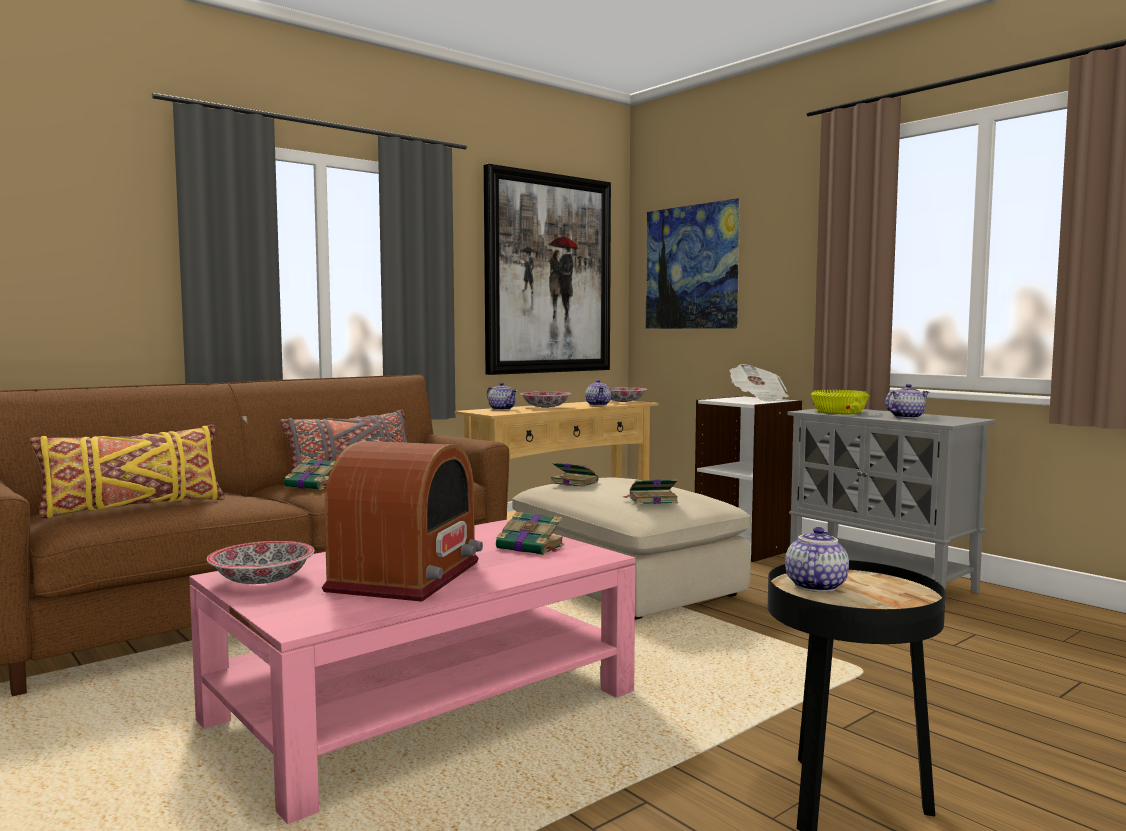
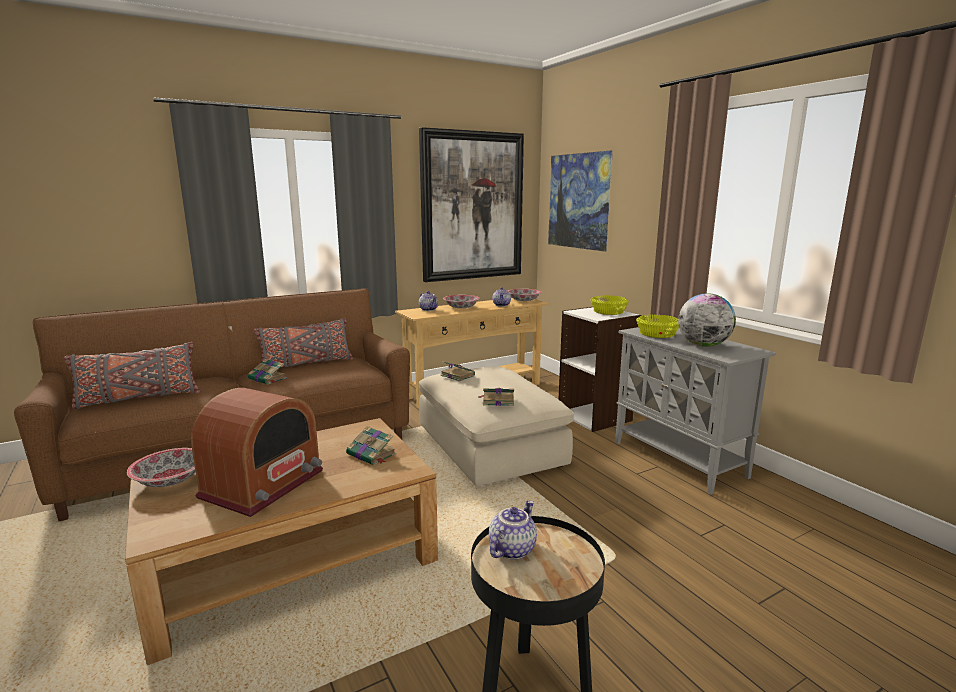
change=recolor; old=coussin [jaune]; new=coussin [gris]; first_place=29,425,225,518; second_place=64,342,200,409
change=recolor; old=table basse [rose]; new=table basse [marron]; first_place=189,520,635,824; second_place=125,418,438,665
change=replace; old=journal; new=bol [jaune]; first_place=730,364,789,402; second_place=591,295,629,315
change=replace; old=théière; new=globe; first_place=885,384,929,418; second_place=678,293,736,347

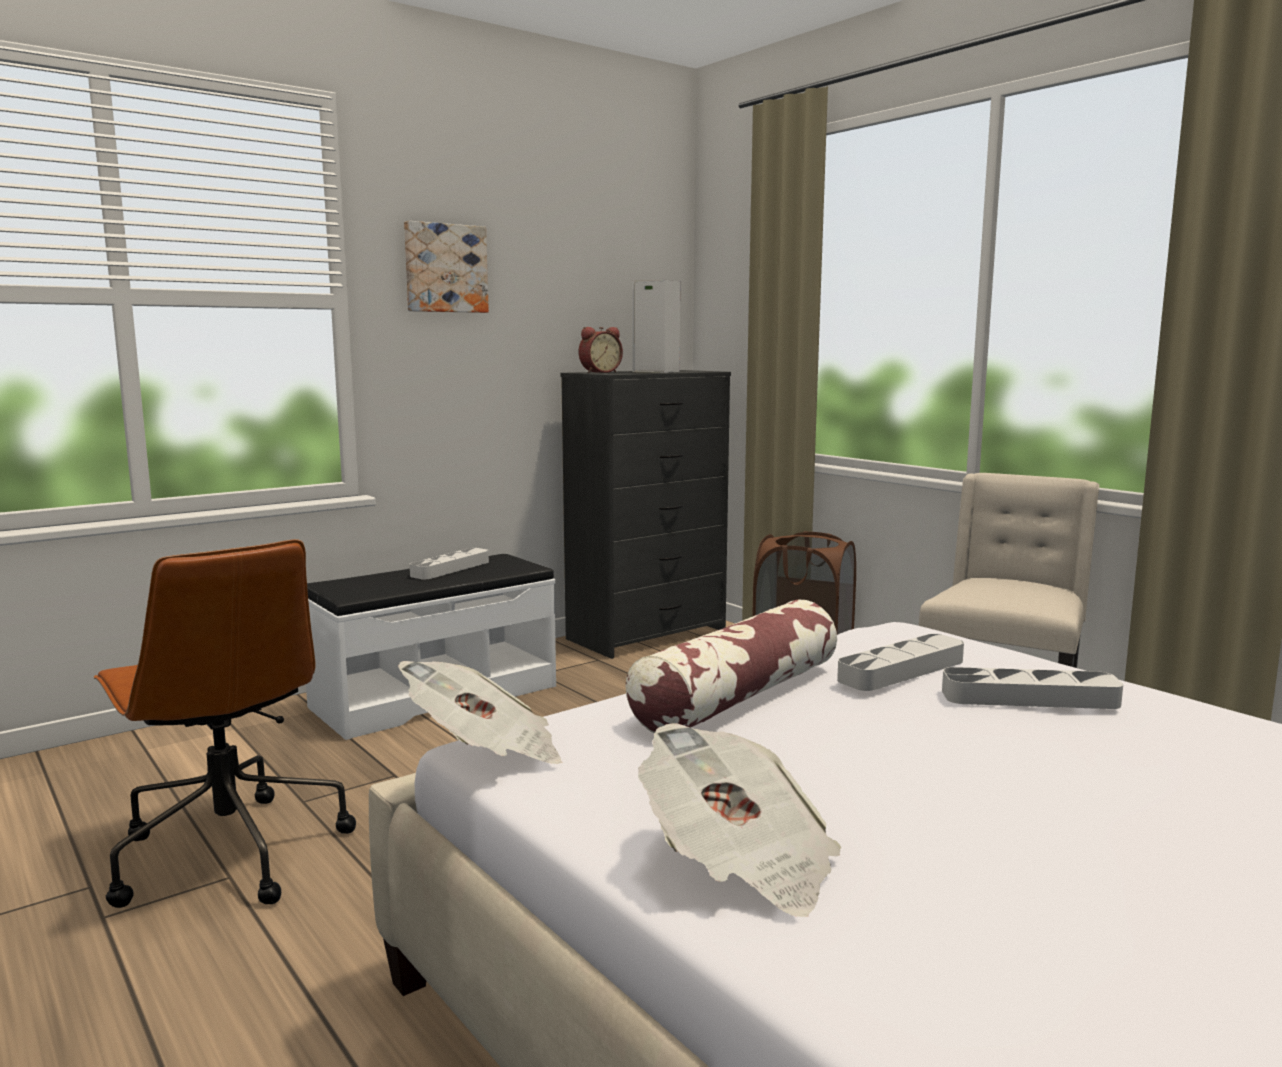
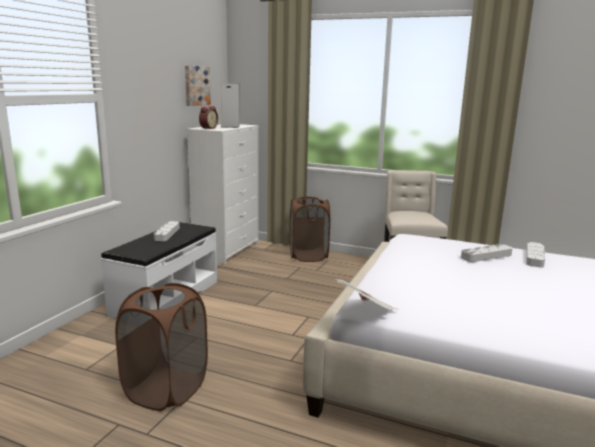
change=replace; old=chaise de bureau [marron]; new=panier à linge [marron]; first_place=94,539,356,908; second_place=115,283,208,411
change=move; old=tableau; first_place=404,221,489,313; second_place=185,65,211,106
change=recolor; old=commode [noir]; new=commode [blanc]; first_place=560,370,731,659; second_place=187,124,259,265
change=delete; old=coussin; first_place=625,599,837,733
change=delete; old=journal; first_place=638,723,841,917
change=move; old=plateau [gris]; first_place=837,634,964,691; second_place=526,242,545,268

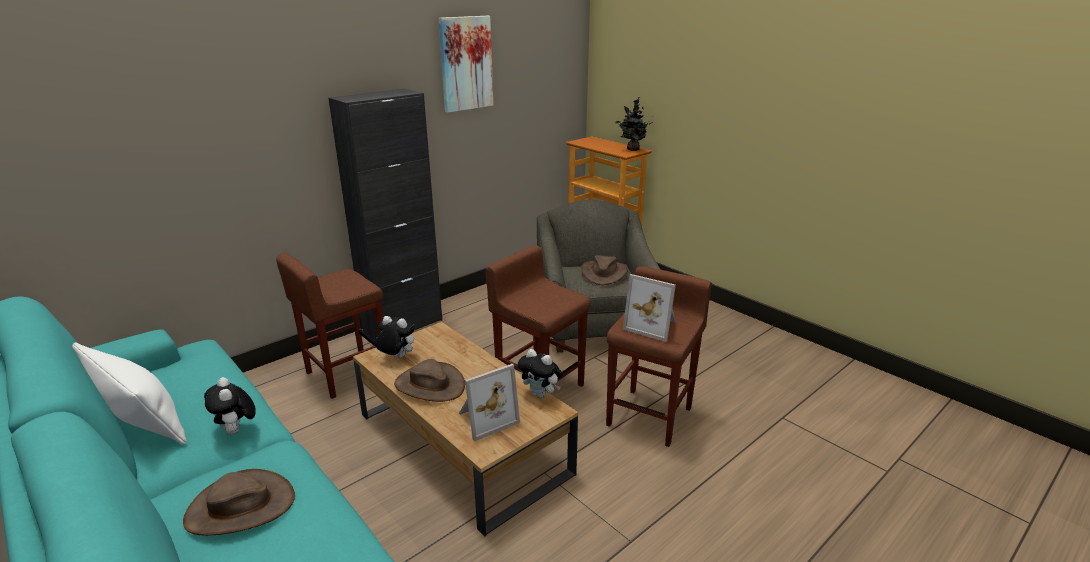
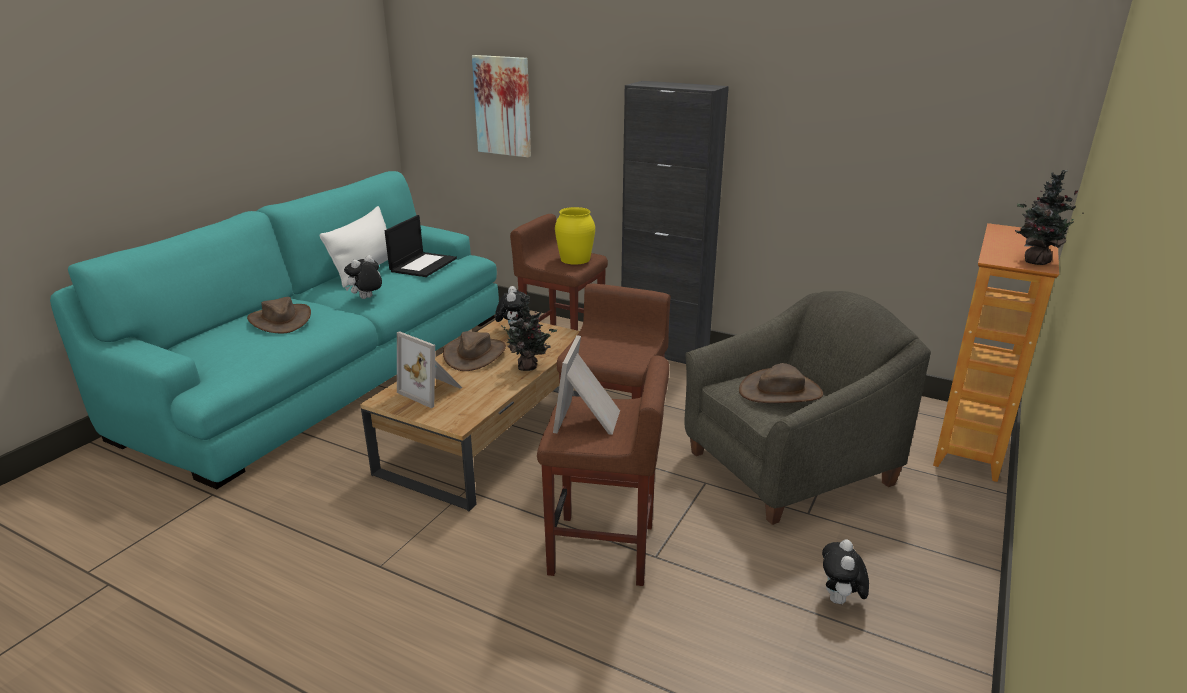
change=move; old=tableau; first_place=439,16,493,113; second_place=472,55,531,157
change=move; old=peluche; first_place=517,349,563,398; second_place=822,539,869,604
change=insert; new=ordinateur portable; second_place=385,215,457,277
change=insert; new=plante en pot; second_place=498,294,557,371
change=insert; new=vase [jaune]; second_place=555,207,595,265

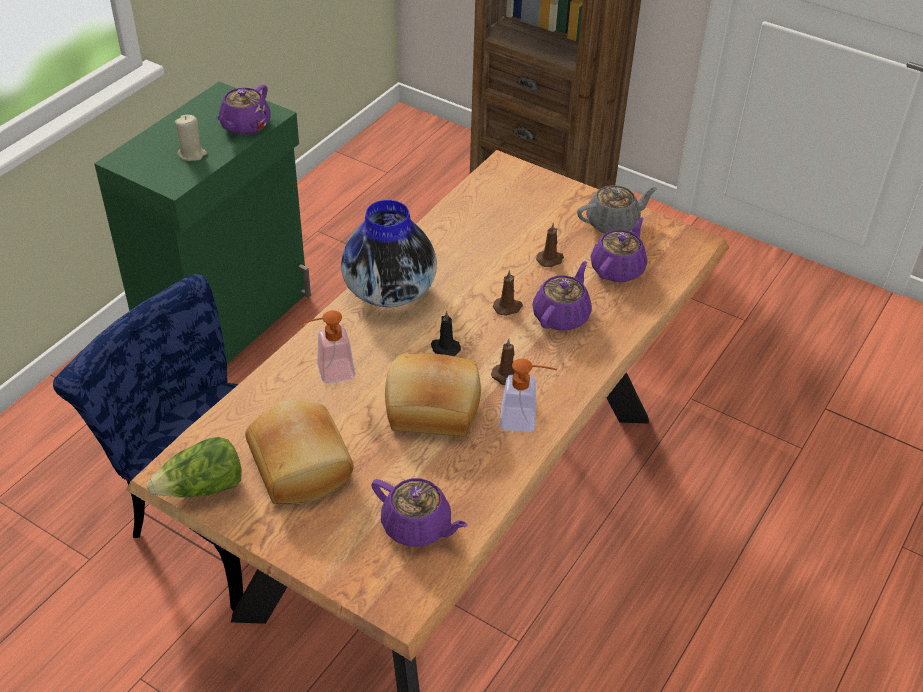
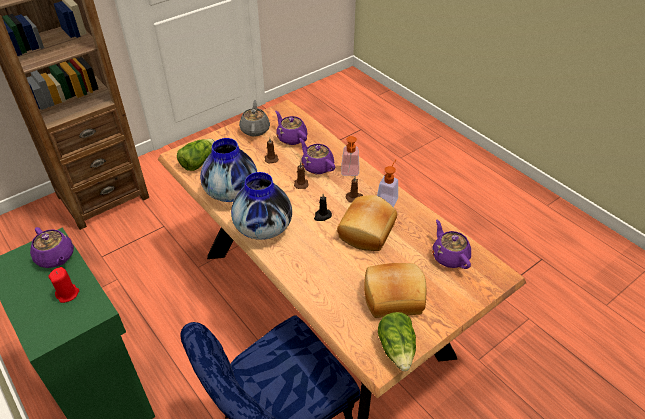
change=recolor; old=bougie [beige]; new=bougie [rouge]; first_place=175,115,207,161; second_place=48,267,79,303
change=move; old=distributeur de savon; first_place=299,310,355,384; second_place=341,136,359,176
change=rotate; old=théière [violet]; first_place=371,478,468,547; second_place=432,219,471,269; degrees=-75
change=insert; new=laitue; second_place=177,139,215,171
change=insert; new=vase; second_place=200,138,257,202

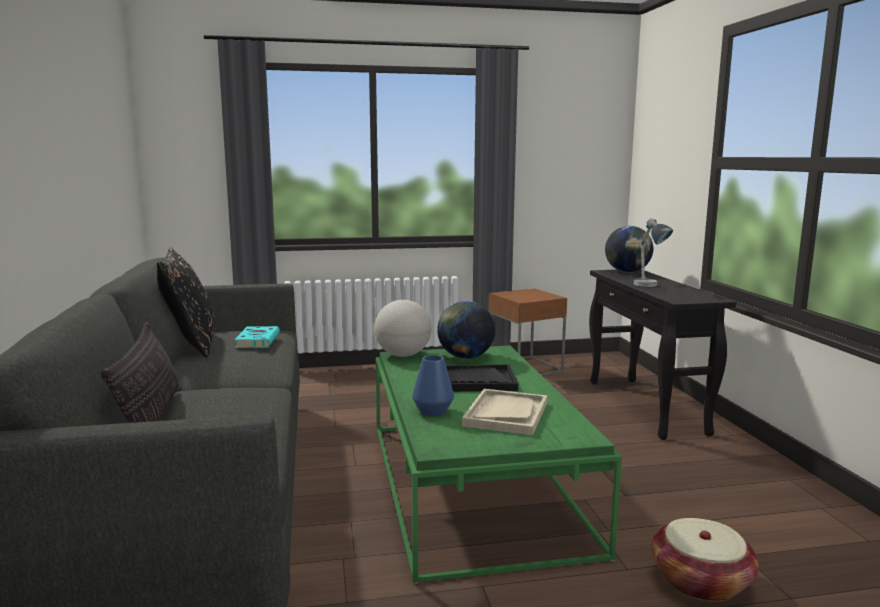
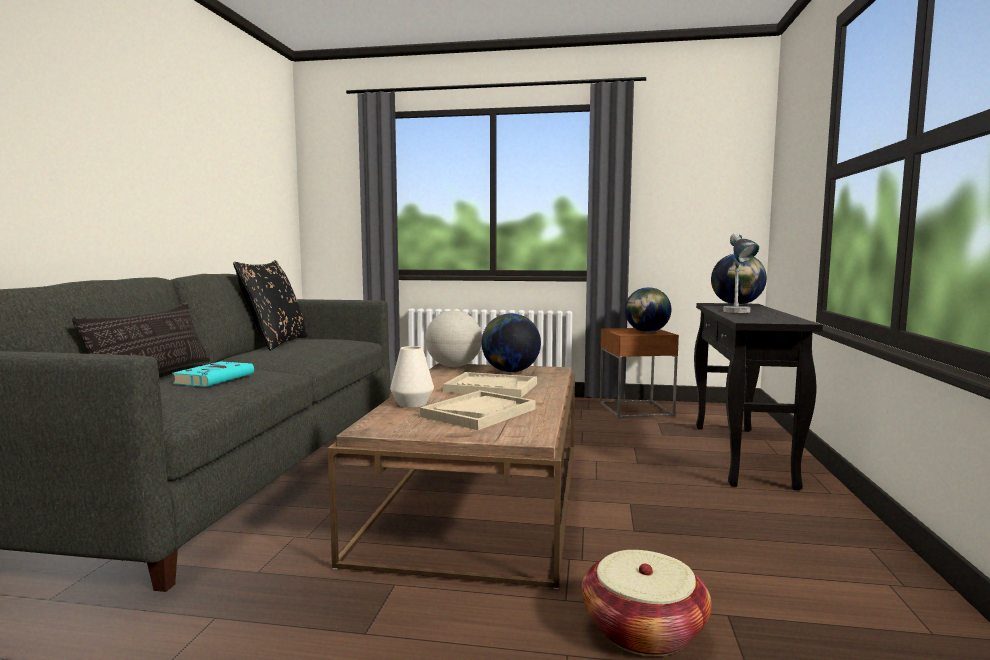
change=move; old=livre [turquoise]; first_place=235,326,280,348; second_place=172,361,254,387
change=recolor; old=table basse [vert]; new=table basse [marron]; first_place=376,346,622,584; second_place=328,363,575,589
change=recolor; old=vase [bleu]; new=vase [blanc]; first_place=412,355,454,416; second_place=390,346,434,408
change=recolor; old=plateau [noir]; new=plateau [beige]; first_place=446,365,518,392; second_place=443,372,537,398
change=insert; new=globe; second_place=625,287,671,332

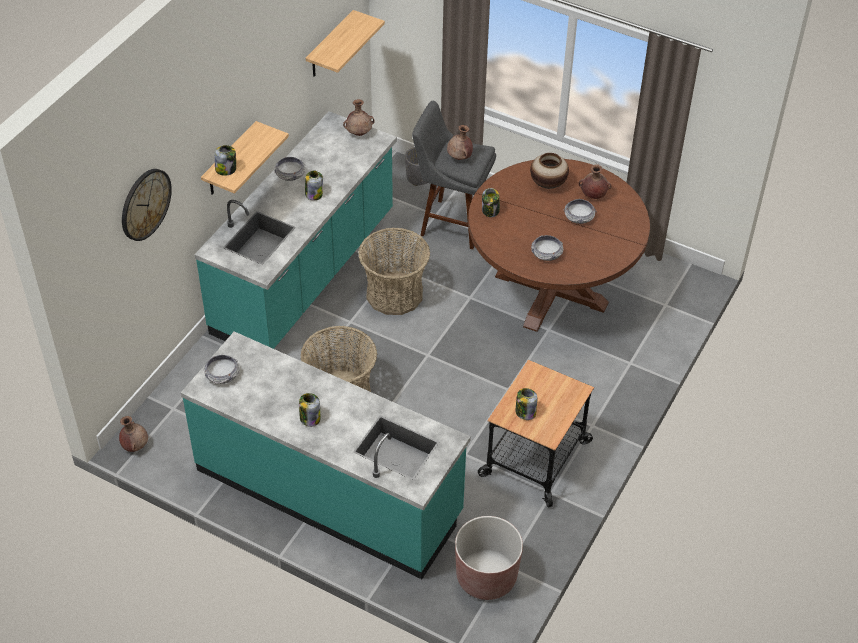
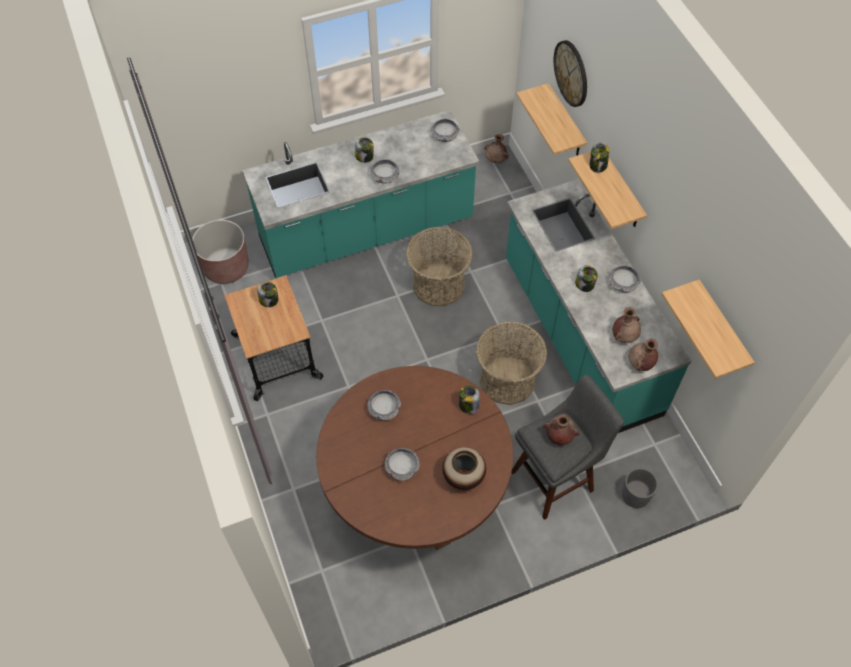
change=move; old=vase [marron]; first_place=579,164,612,199; second_place=613,307,641,343
change=insert; new=bol; second_place=370,160,400,184
change=insert; new=étagère; second_place=517,83,587,156

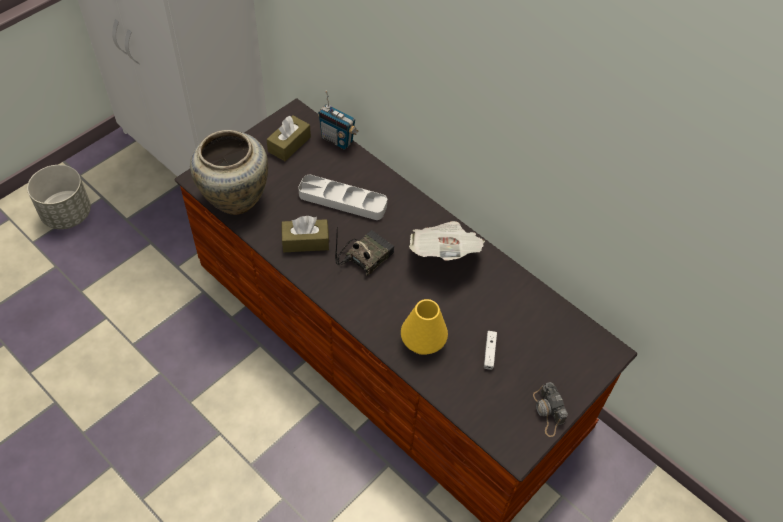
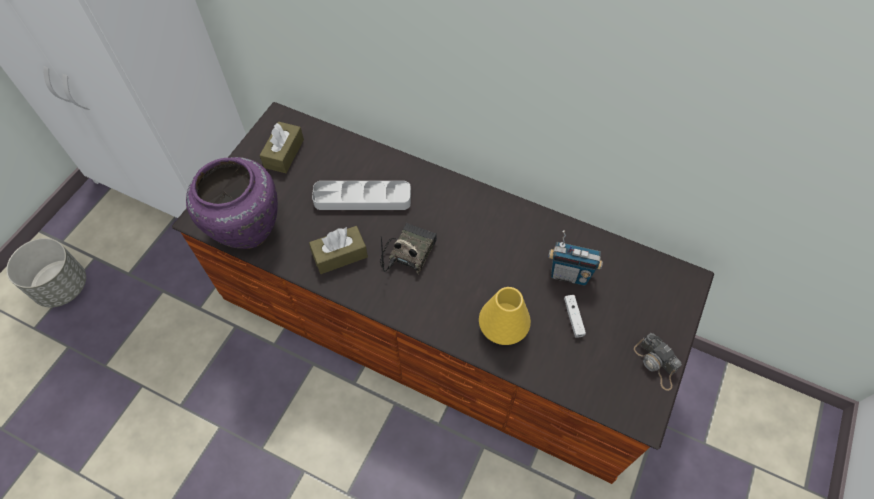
change=recolor; old=vase [beige]; new=vase [violet]; first_place=190,130,268,215; second_place=186,157,278,249
change=move; old=radio; first_place=318,91,358,150; second_place=548,230,603,285
change=delete; old=journal; first_place=409,221,485,261

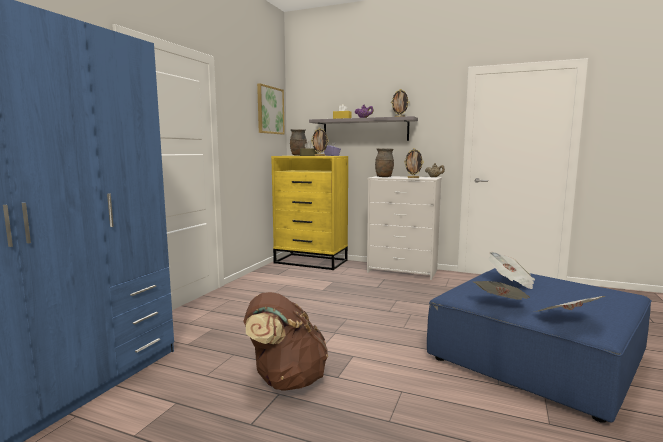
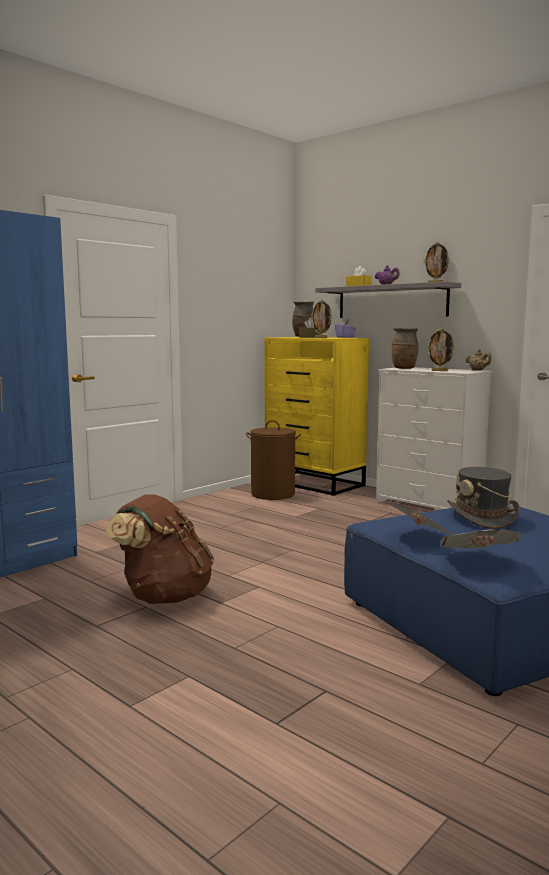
change=delete; old=tableau; first_place=257,83,285,134
change=replace; old=journal; new=chapeau [gris]; first_place=489,252,535,289; second_place=447,467,520,529
change=insert; new=panier à linge [marron]; second_place=246,420,301,500

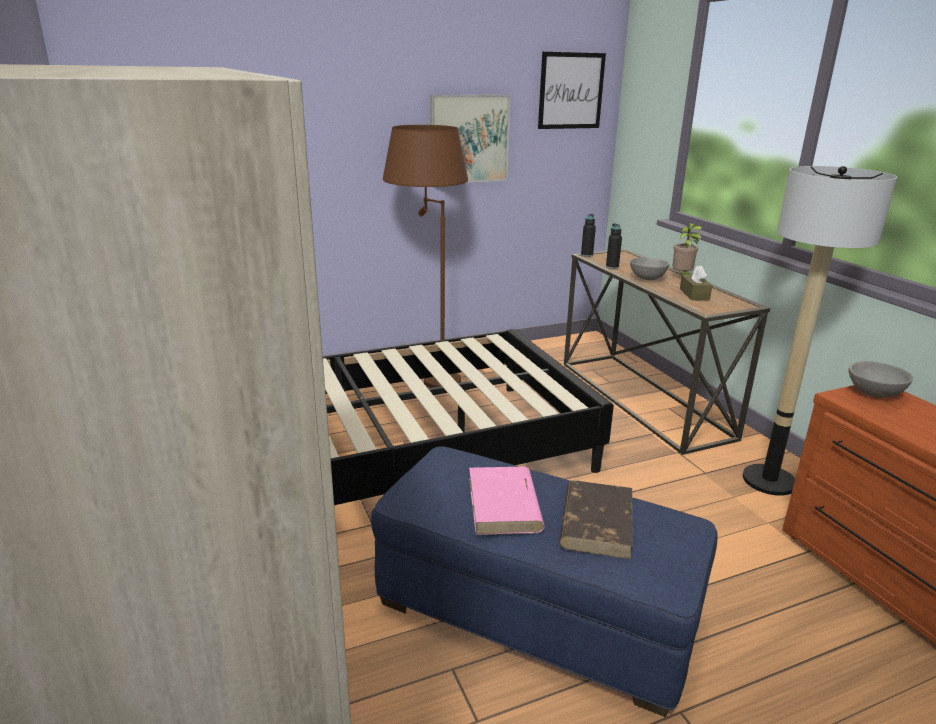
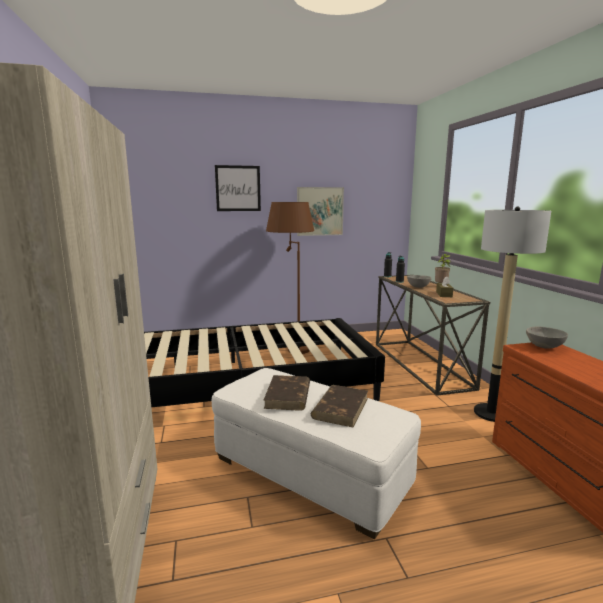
change=recolor; old=pouf [bleu]; new=pouf [blanc]; first_place=371,446,717,717; second_place=212,368,421,539
change=recolor; old=livre [rose]; new=livre [marron]; first_place=469,467,544,535; second_place=264,375,310,411
change=move; old=tableau; first_place=538,52,606,129; second_place=215,165,261,211

